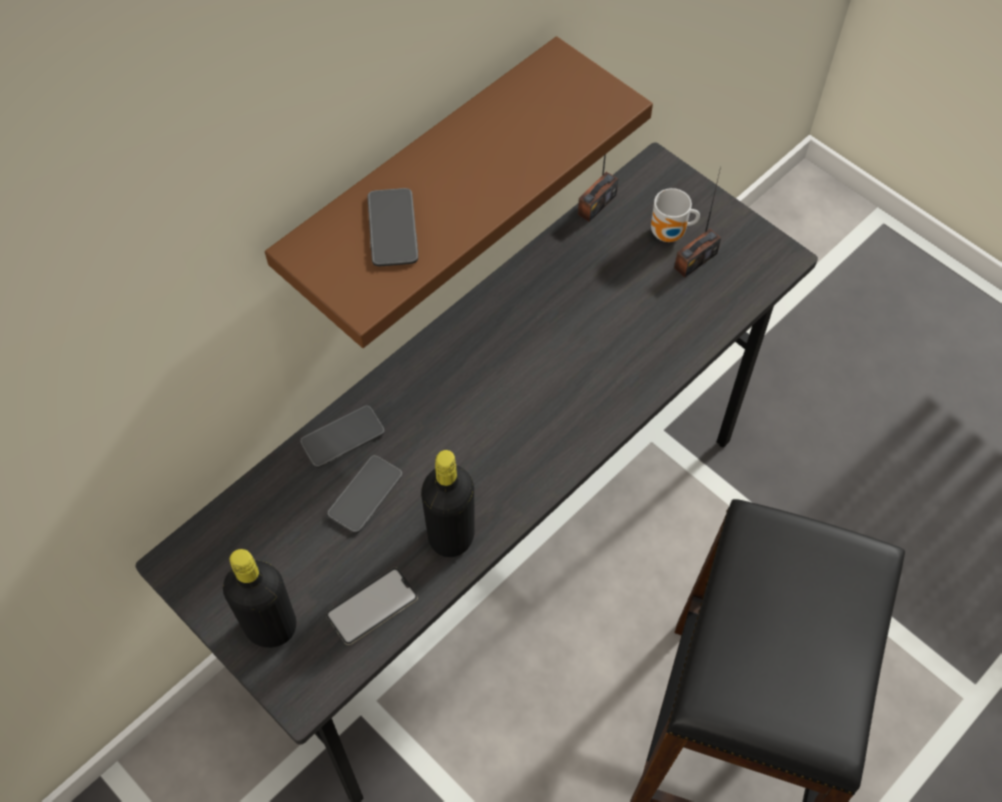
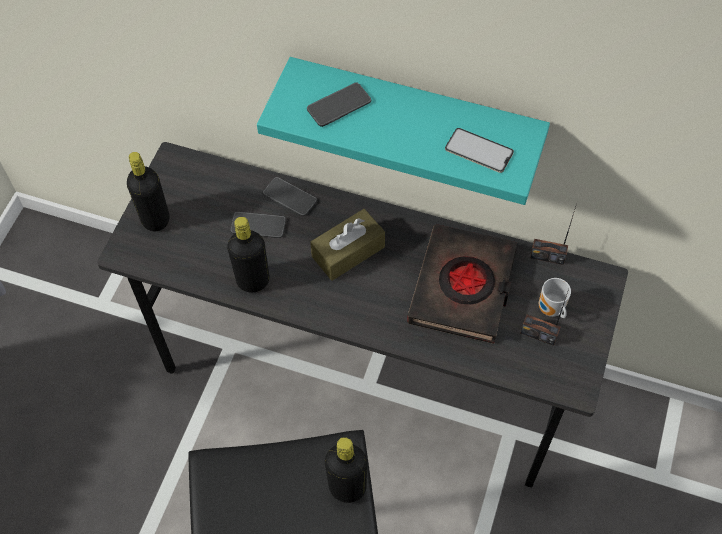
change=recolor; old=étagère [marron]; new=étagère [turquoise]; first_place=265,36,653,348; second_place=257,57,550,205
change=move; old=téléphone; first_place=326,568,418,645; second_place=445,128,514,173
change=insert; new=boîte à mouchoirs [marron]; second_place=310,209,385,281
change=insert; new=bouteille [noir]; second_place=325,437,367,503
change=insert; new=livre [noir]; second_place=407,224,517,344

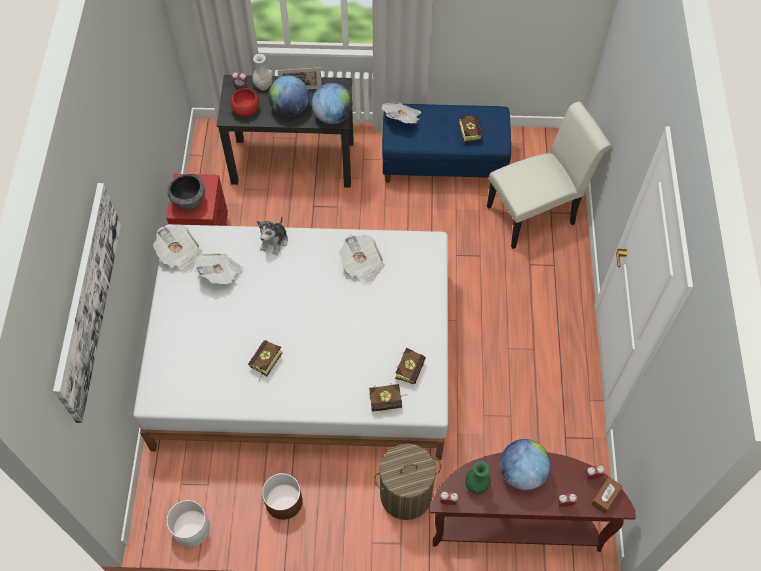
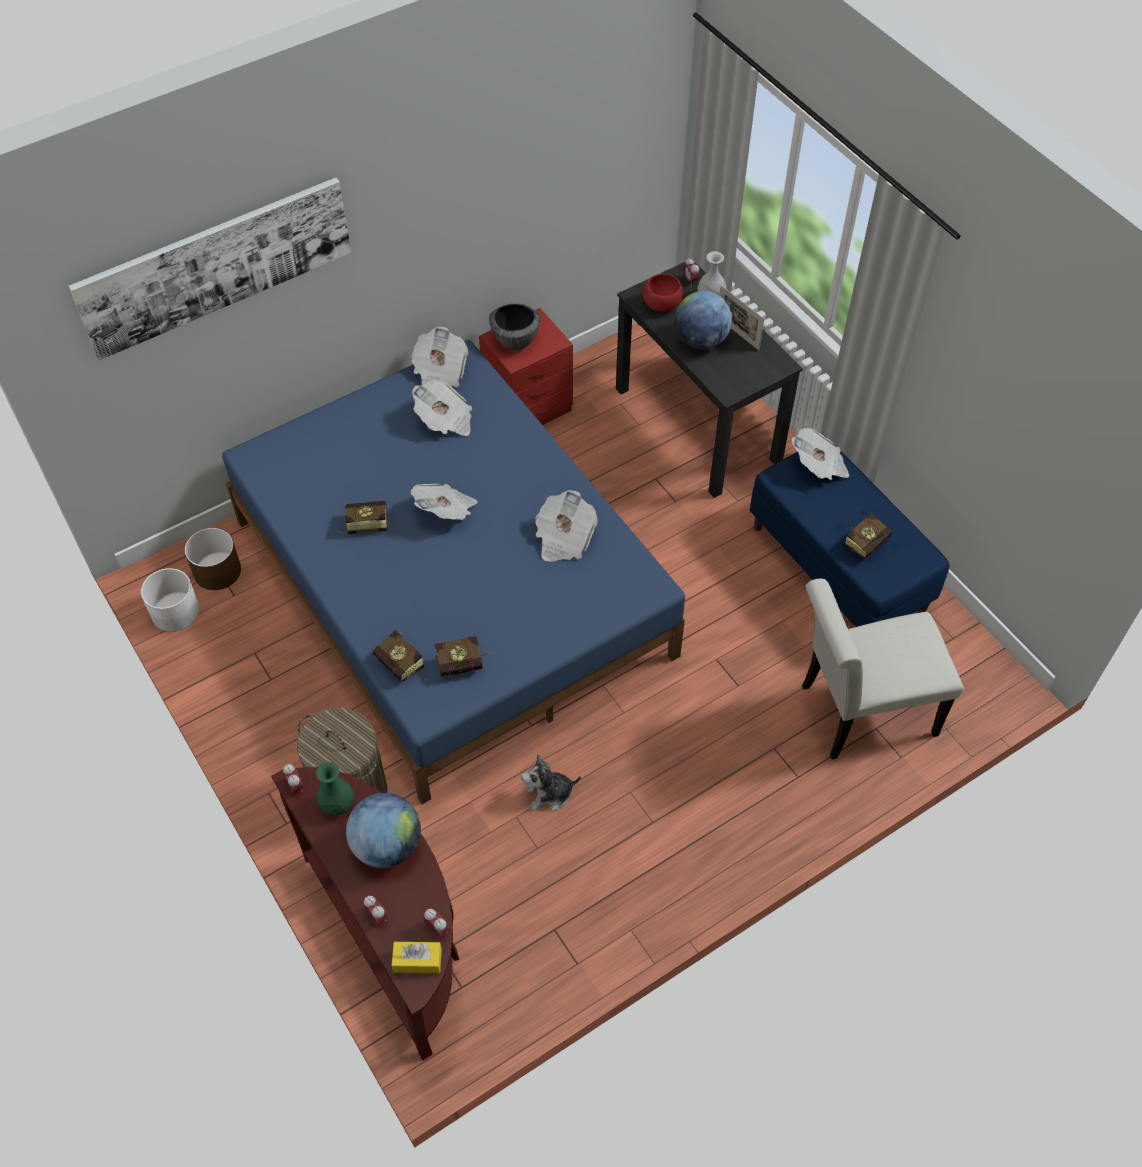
change=recolor; old=lit [blanc]; new=lit [bleu]; first_place=133,224,448,460; second_place=222,340,685,804
change=move; old=peluche; first_place=257,216,288,256; second_place=521,754,581,811
change=move; old=cache-pot [marron]; first_place=262,473,303,520; second_place=184,528,241,590
change=delete; old=globe; first_place=312,83,352,124
change=rotate; old=chaise [blanc]; first_place=487,102,612,249; second_place=802,578,964,759; degrees=135
change=recolor; old=boîte à mouchoirs [marron]; new=boîte à mouchoirs [jaune]; first_place=591,477,623,514; second_place=392,942,442,973
change=insert; new=journal; second_place=410,484,478,520

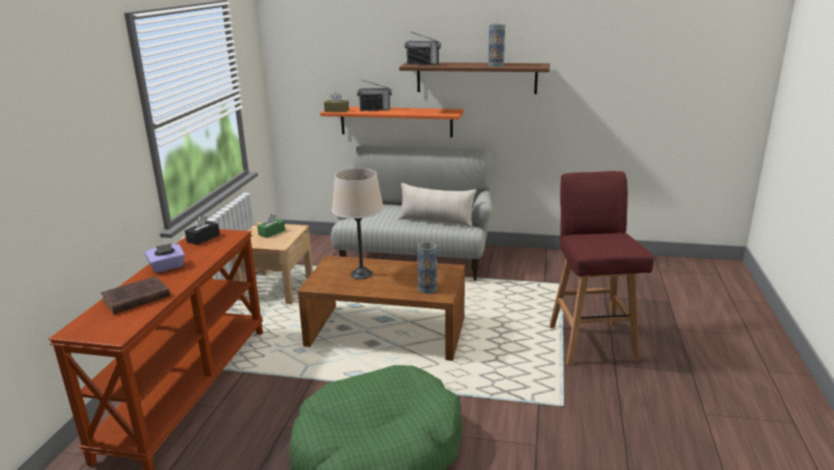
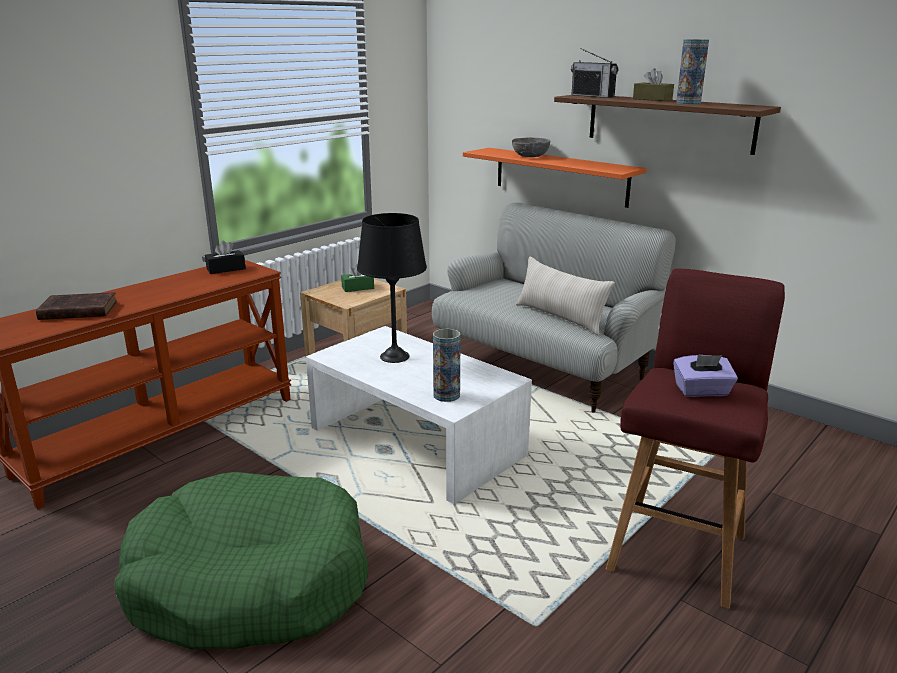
change=move; old=boîte à mouchoirs [violet]; first_place=145,243,185,273; second_place=673,355,738,397
change=recolor; old=table basse [marron]; new=table basse [blanc]; first_place=298,256,465,361; second_place=306,326,532,504
change=move; old=boîte à mouchoirs [marron]; first_place=324,92,349,112; second_place=633,68,674,101
change=recolor; old=lampe de table [beige]; new=lampe de table [noir]; first_place=332,168,384,279; second_place=357,213,427,363
change=replace; old=radio; new=bol [gris]; first_place=357,80,392,111; second_place=512,137,551,157

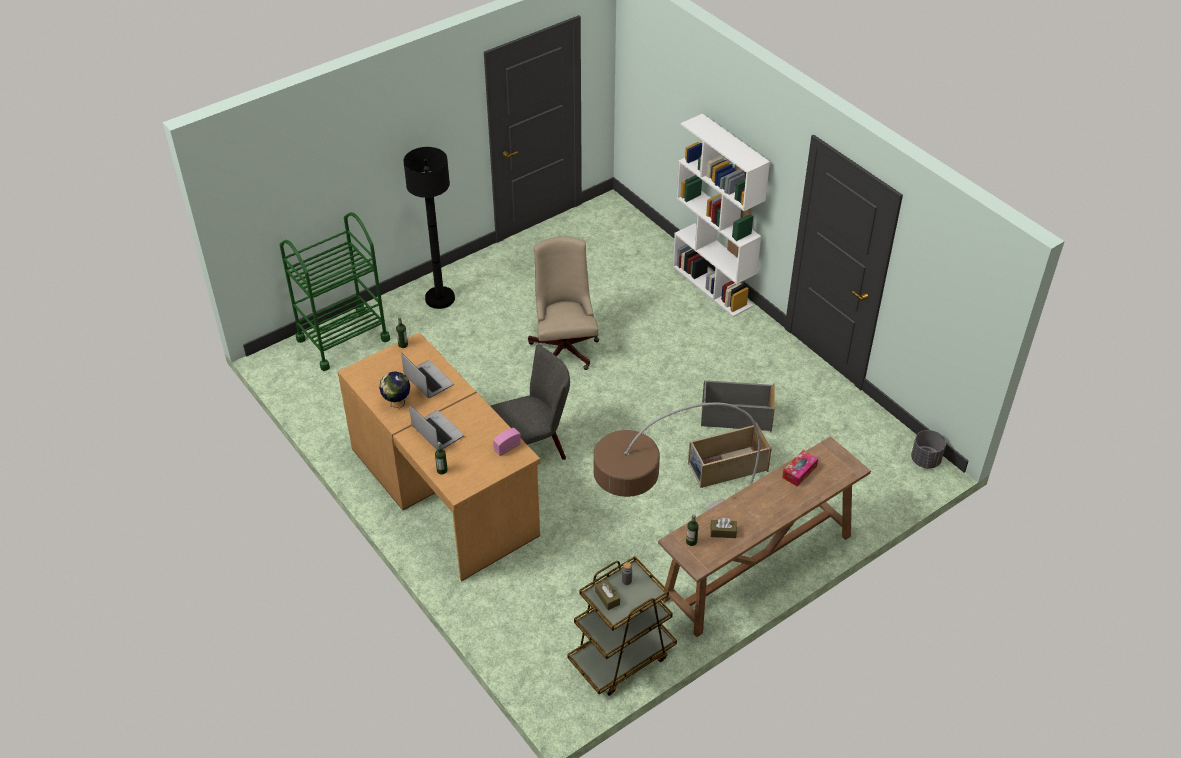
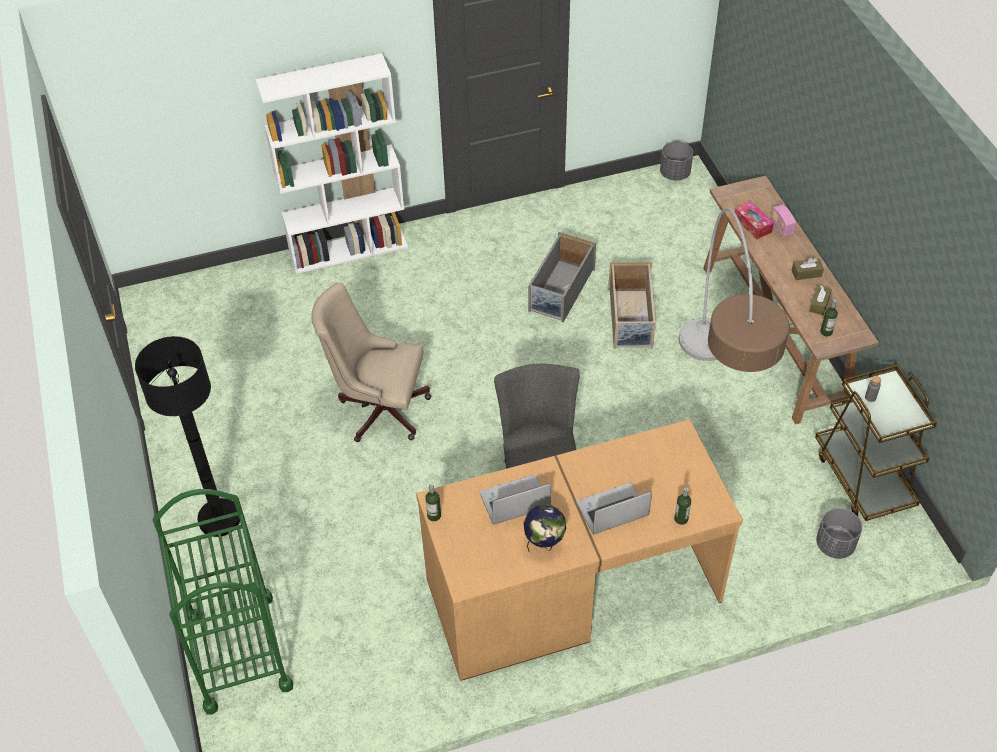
change=move; old=radio; first_place=493,428,521,456; second_place=771,205,796,237
change=move; old=boîte à mouchoirs [marron]; first_place=595,579,620,610; second_place=792,258,824,280
change=insert; new=cache-pot [gris]; second_place=816,508,862,559

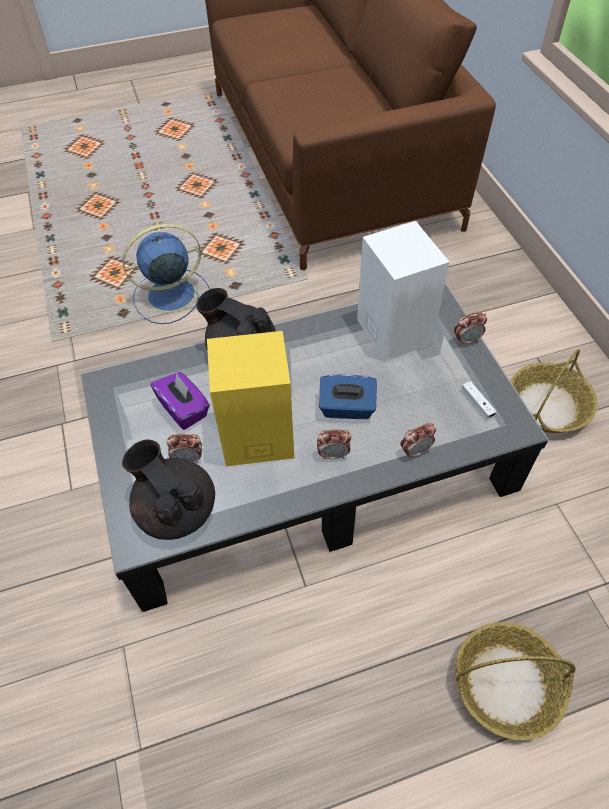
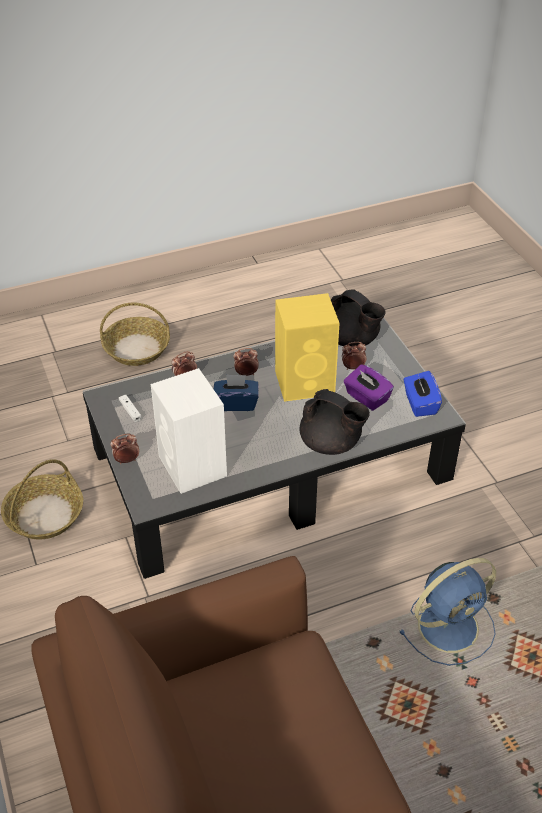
change=insert; new=boîte à mouchoirs [bleu]; second_place=403,371,442,417

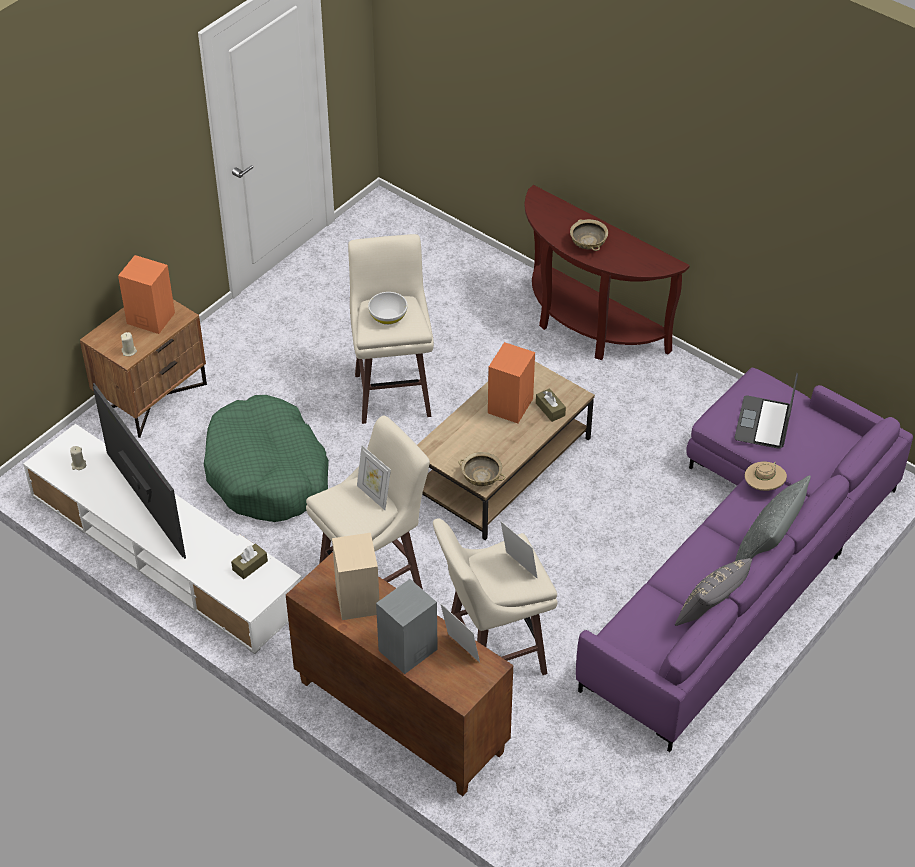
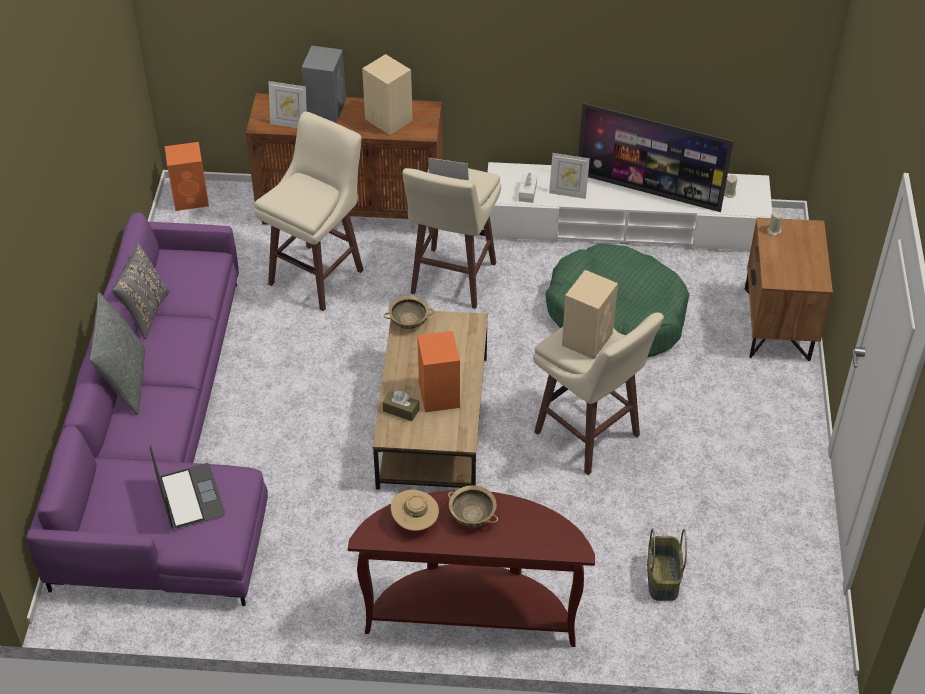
change=move; old=enceinte [orange]; first_place=118,255,175,334; second_place=165,142,209,211
change=recolor; old=boîte à mouchoirs [marron]; new=boîte à mouchoirs [blanc]; first_place=231,543,268,579; second_place=518,173,537,203
change=replace; old=bol [blanc]; new=enceinte [beige]; first_place=368,292,408,325; second_place=562,270,618,359
change=move; old=cadre photo; first_place=501,521,538,578; second_place=549,153,590,199
change=move; old=chapeau [beige]; first_place=745,462,787,491; second_place=391,490,439,531
change=insert; new=panier; second_place=647,528,687,601

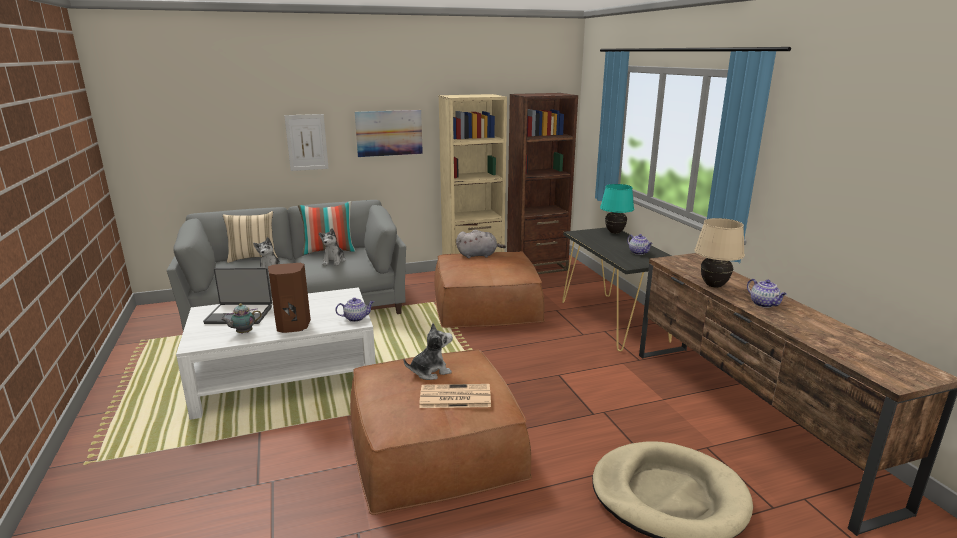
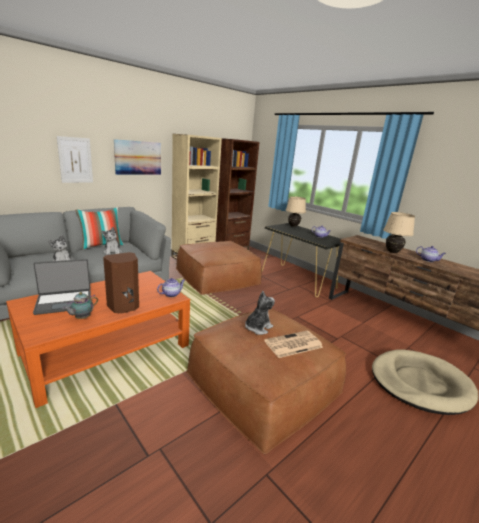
change=recolor; old=table basse [blanc]; new=table basse [orange]; first_place=176,287,376,420; second_place=6,271,190,408
change=delete; old=coussin [beige]; first_place=223,211,278,263
change=delete; old=peluche [gris]; first_place=456,230,506,258
change=recolor; old=lampe de table [turquoise]; new=lampe de table [beige]; first_place=600,184,634,234; second_place=286,196,306,227

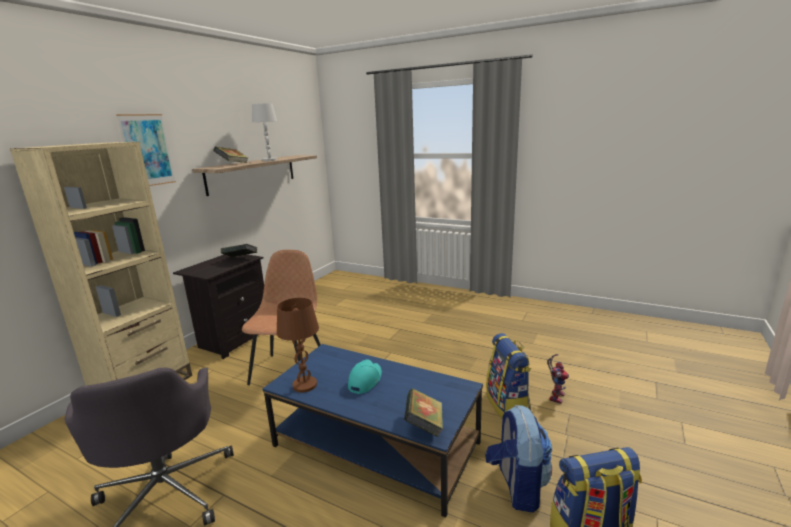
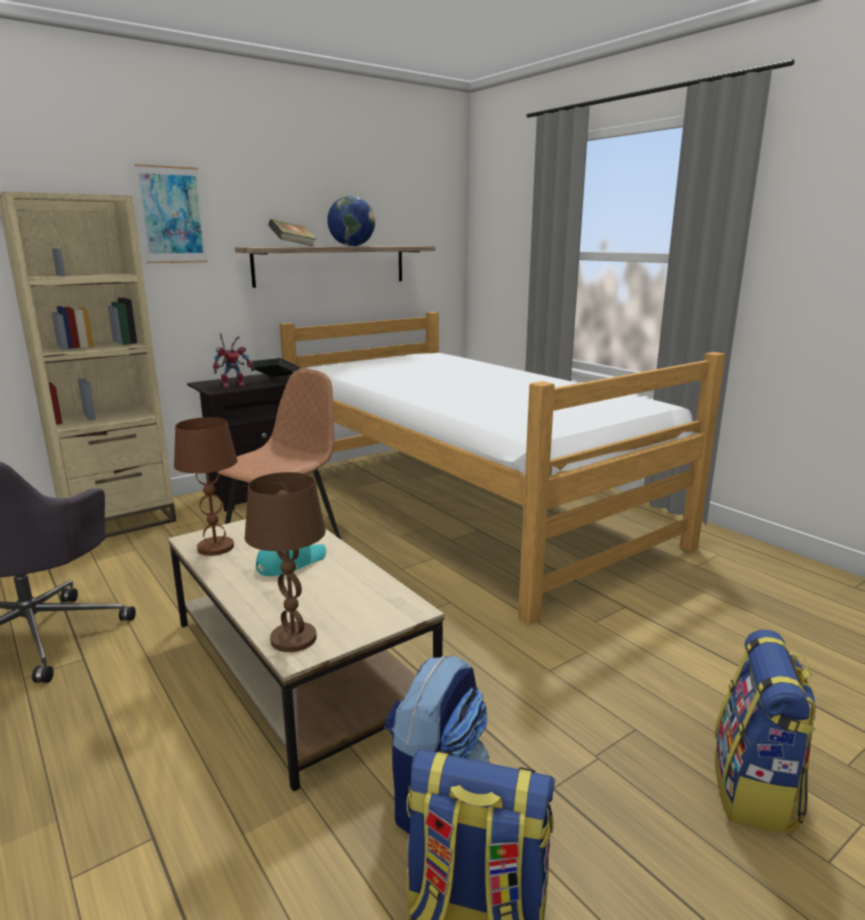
change=replace; old=lampe de table [blanc]; new=globe; first_place=252,104,277,161; second_place=327,196,375,246
change=recolor; old=table basse [bleu]; new=table basse [beige]; first_place=263,344,483,517; second_place=168,519,444,792
change=replace; old=livre; new=lampe de table [marron]; first_place=404,388,443,437; second_place=245,472,326,652
change=move; old=sac à dos; first_place=486,333,531,418; second_place=715,629,816,835
change=move; old=robot jouet; first_place=547,354,569,404; second_place=213,333,255,388
change=insert; new=lit; second_place=280,312,726,625

